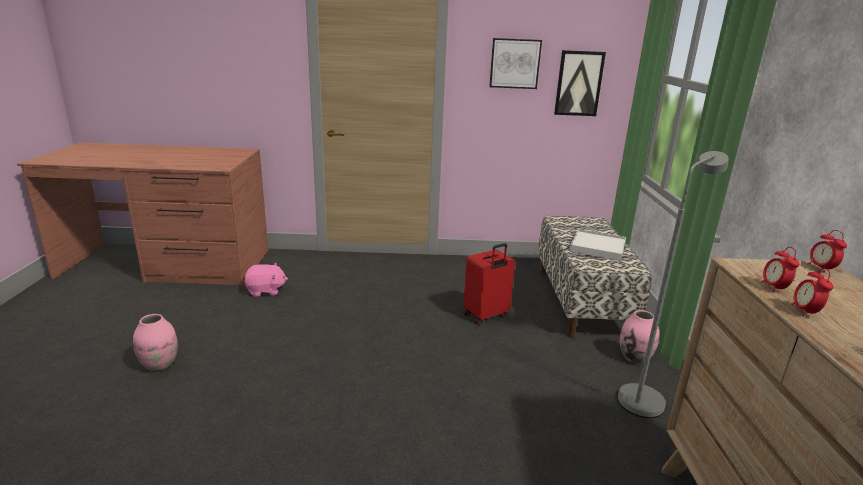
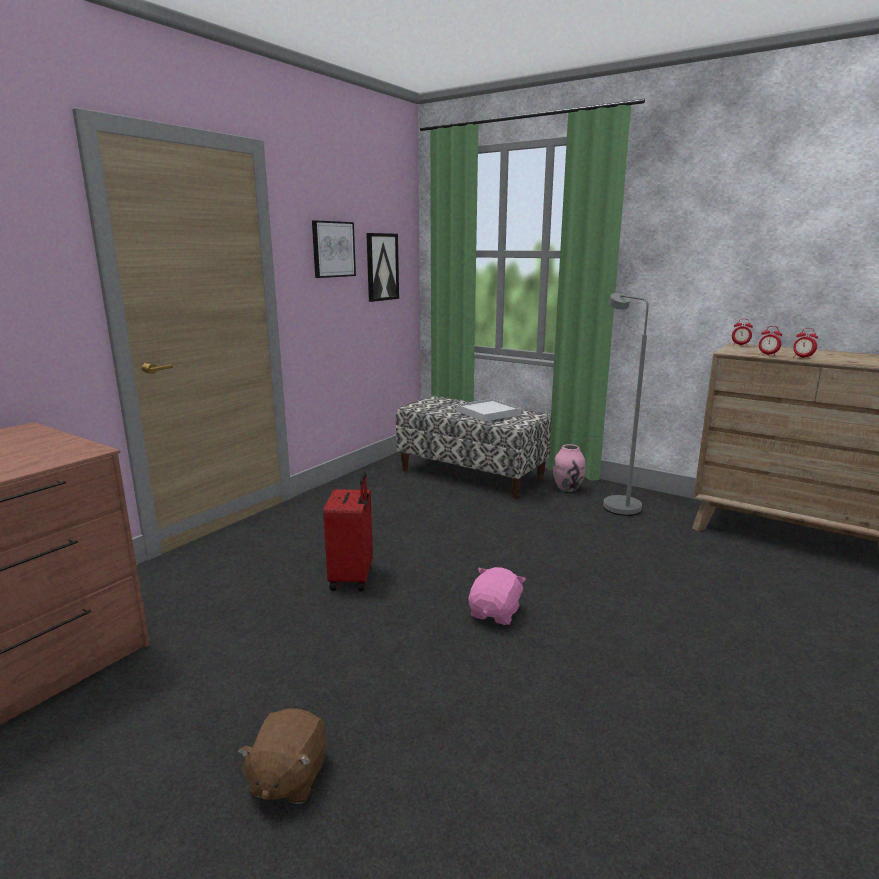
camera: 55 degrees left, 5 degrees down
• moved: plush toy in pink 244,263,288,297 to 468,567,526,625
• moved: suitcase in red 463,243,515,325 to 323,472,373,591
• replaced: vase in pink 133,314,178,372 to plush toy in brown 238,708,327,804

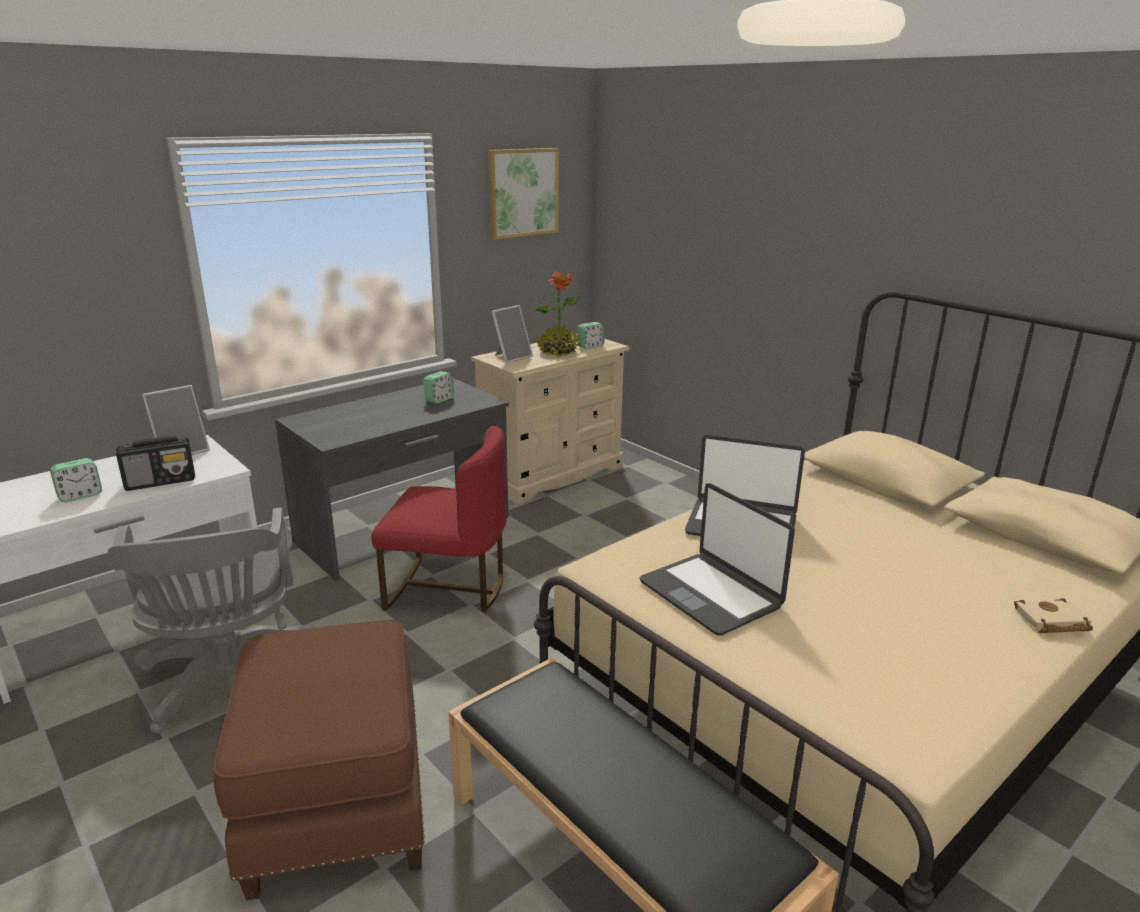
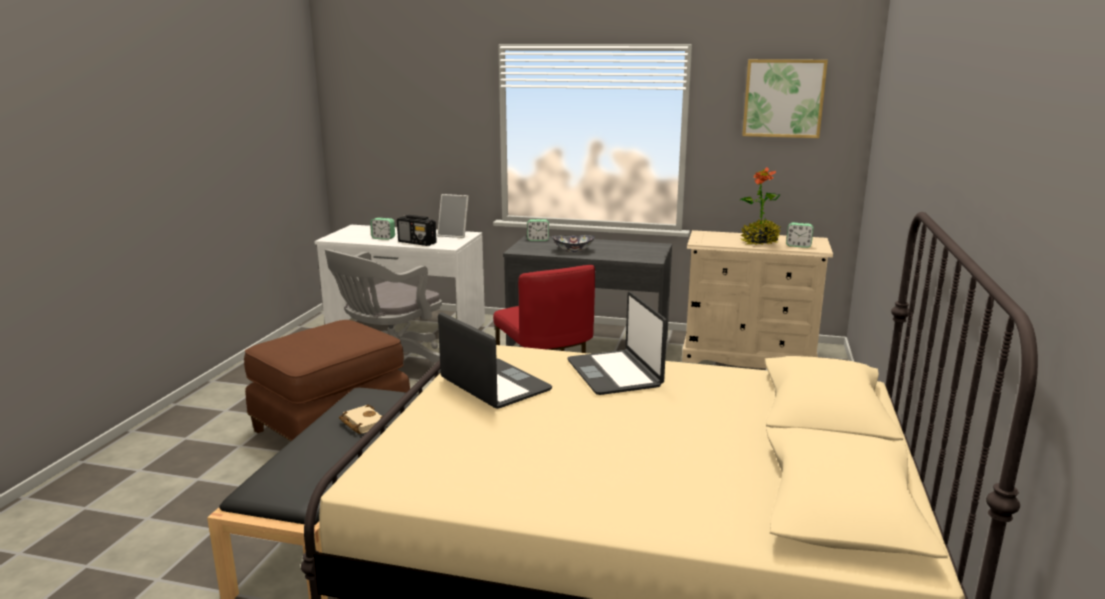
camera: 55 degrees right, 5 degrees down
• removed: picture frame 491,305,533,364
• added: bowl 552,235,595,252
• moved: alarm clock 423,371,454,404 to 527,219,549,241
• moved: book in beige 1014,598,1093,633 to 339,405,388,434
• turned: laptop 639,483,795,635 = 438,312,552,409 120 degrees clockwise

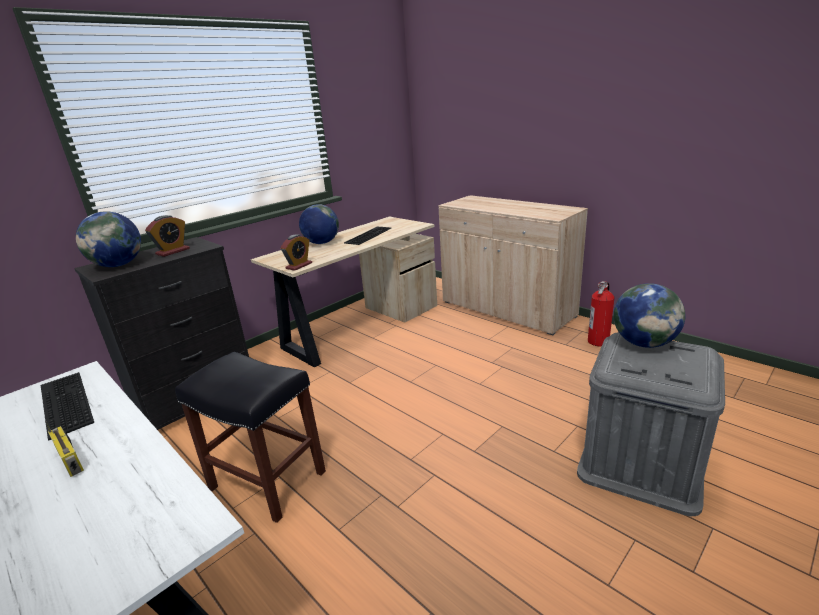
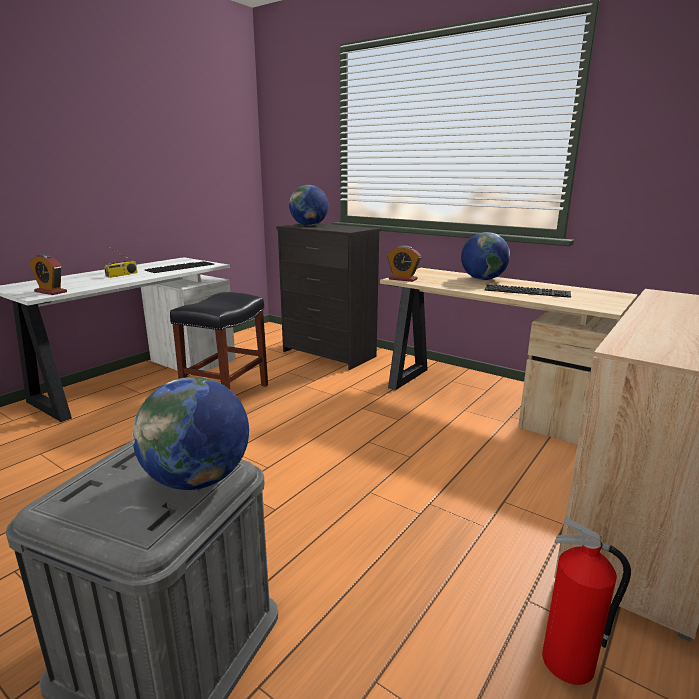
camera: 80 degrees right, 5 degrees down
• moved: alarm clock 145,215,190,257 to 29,254,67,295

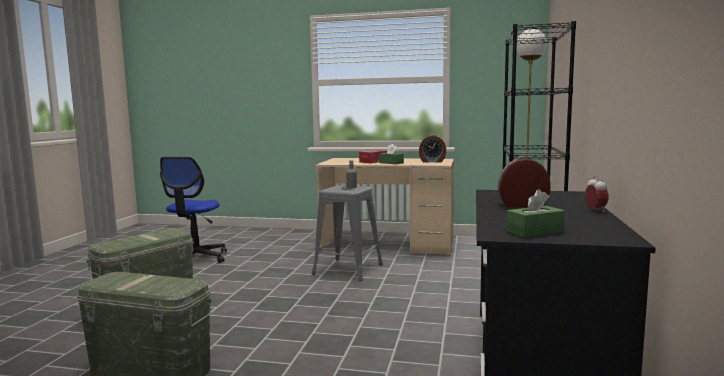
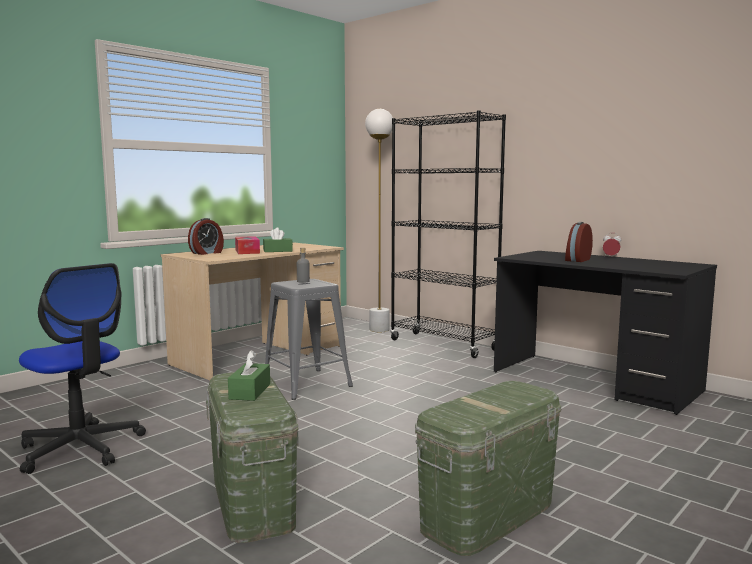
camera: 60 degrees left, 0 degrees up
• moved: alarm clock 419,134,446,163 to 188,218,224,255
• moved: tissue box in green 506,189,565,237 to 228,350,270,401

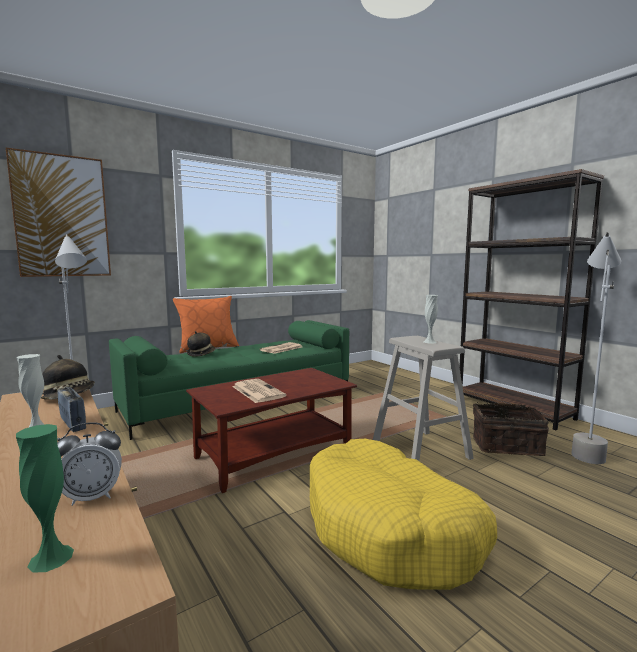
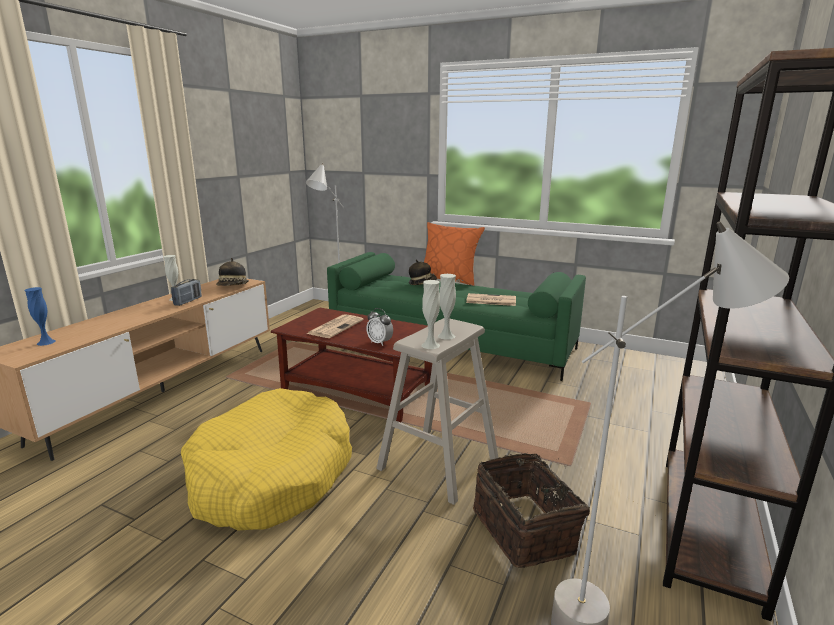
camera: 60 degrees right, 10 degrees up
• removed: picture 6,148,111,277
• added: vase in white 421,280,440,349
• moved: alarm clock 57,422,122,506 to 366,308,393,346
• recoloured: vase in green 16,424,74,573 to vase in blue 24,287,56,346

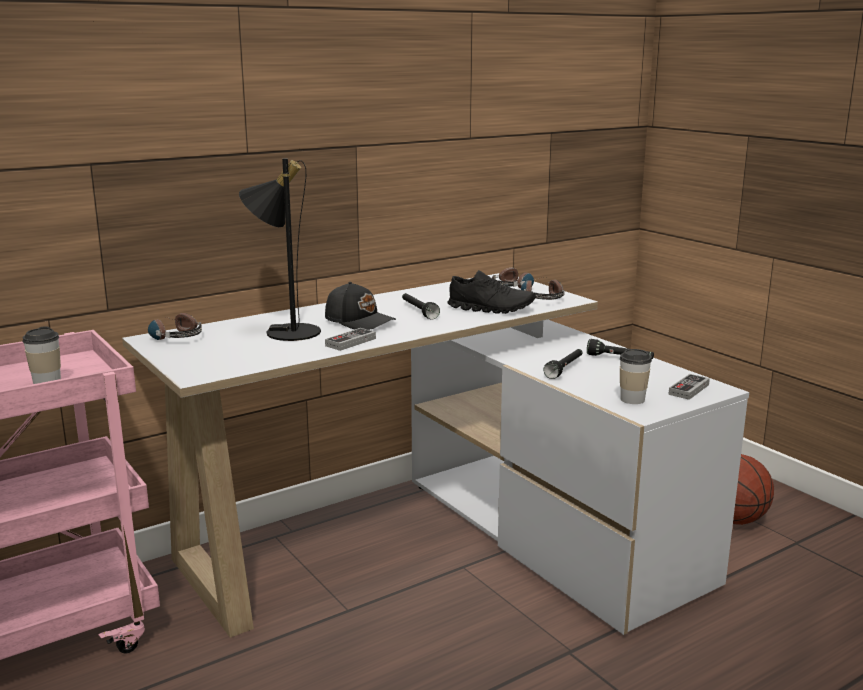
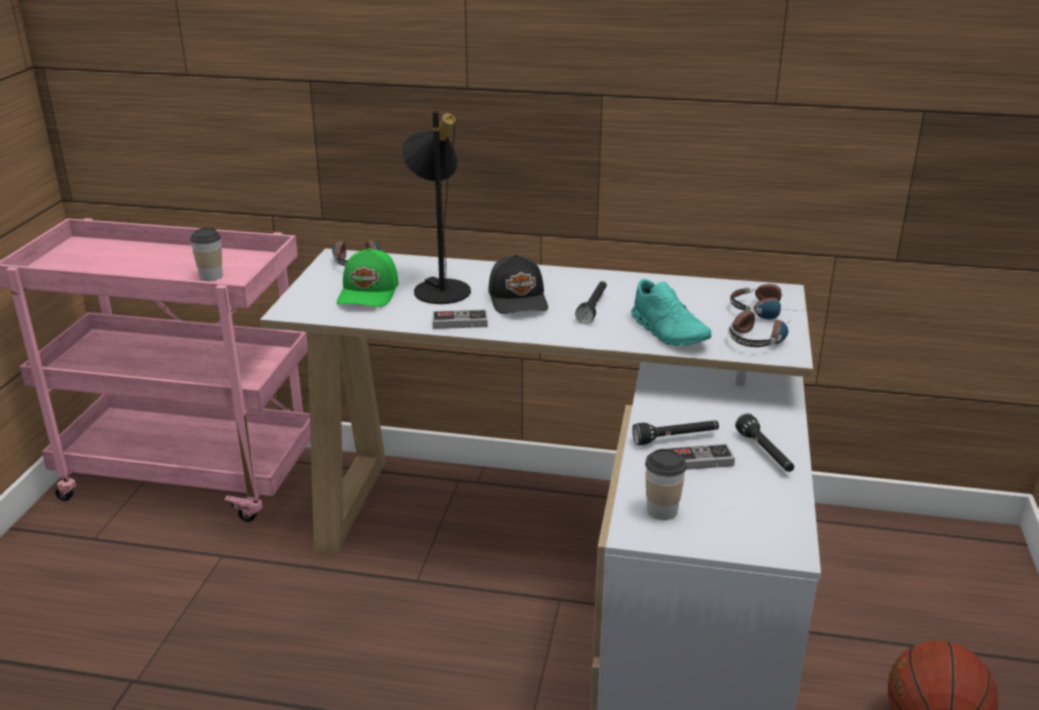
camera: 45 degrees right, 10 degrees up
• added: cap in green 337,248,398,307
• moved: game controller 668,374,710,400 to 667,444,735,470
• recoloured: shoe in black 447,270,535,314 to shoe in turquoise 631,279,712,346

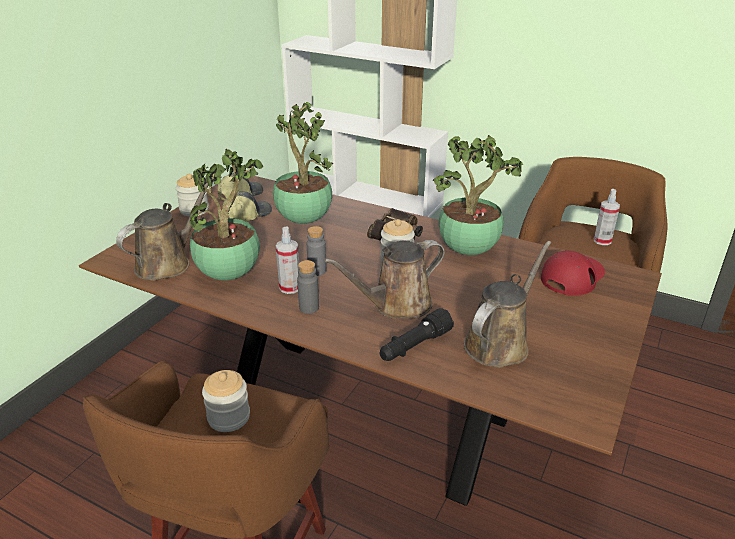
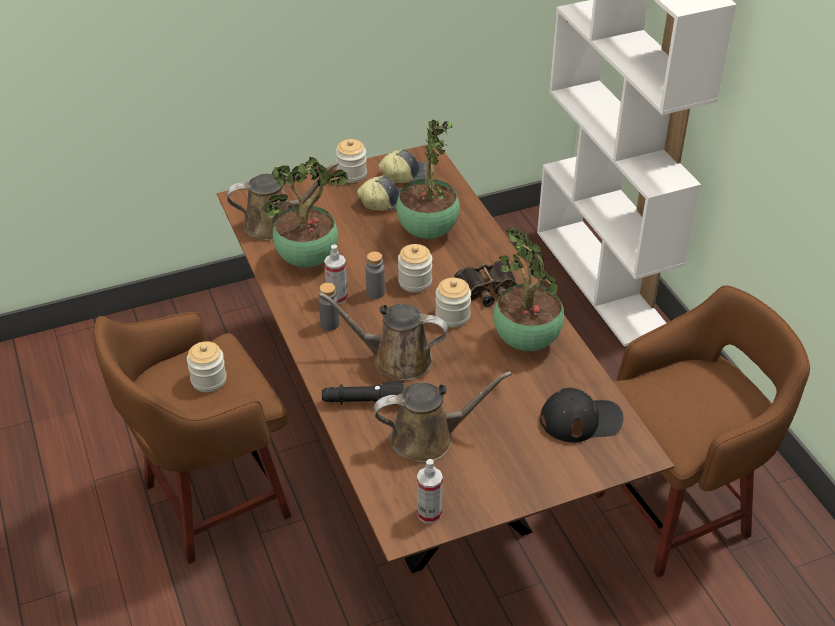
camera: 40 degrees right, 10 degrees up
• added: jar 398,244,432,292
• moved: spray bottle 594,189,620,245 to 417,459,443,524
• recoloured: cap in red 541,250,605,296 to cap in black 540,388,624,443

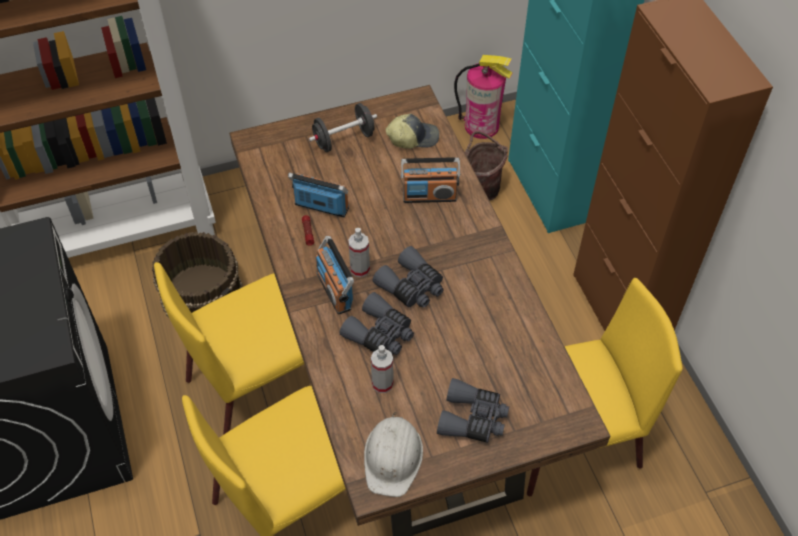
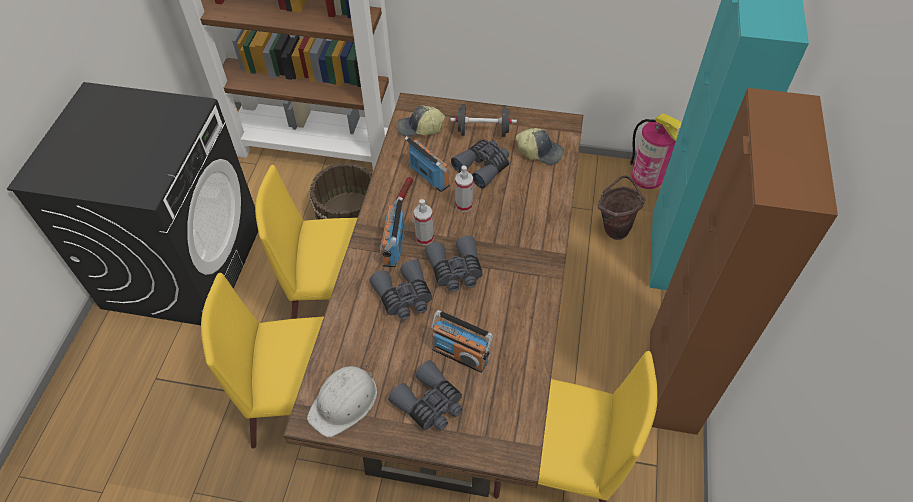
camera: 30 degrees right, 0 degrees up
• added: cap 397,105,445,136
• added: binoculars in grey 451,140,510,189
• moved: spray bottle 371,345,393,393 to 455,166,473,212
• moved: radio 401,157,460,203 to 431,310,493,373

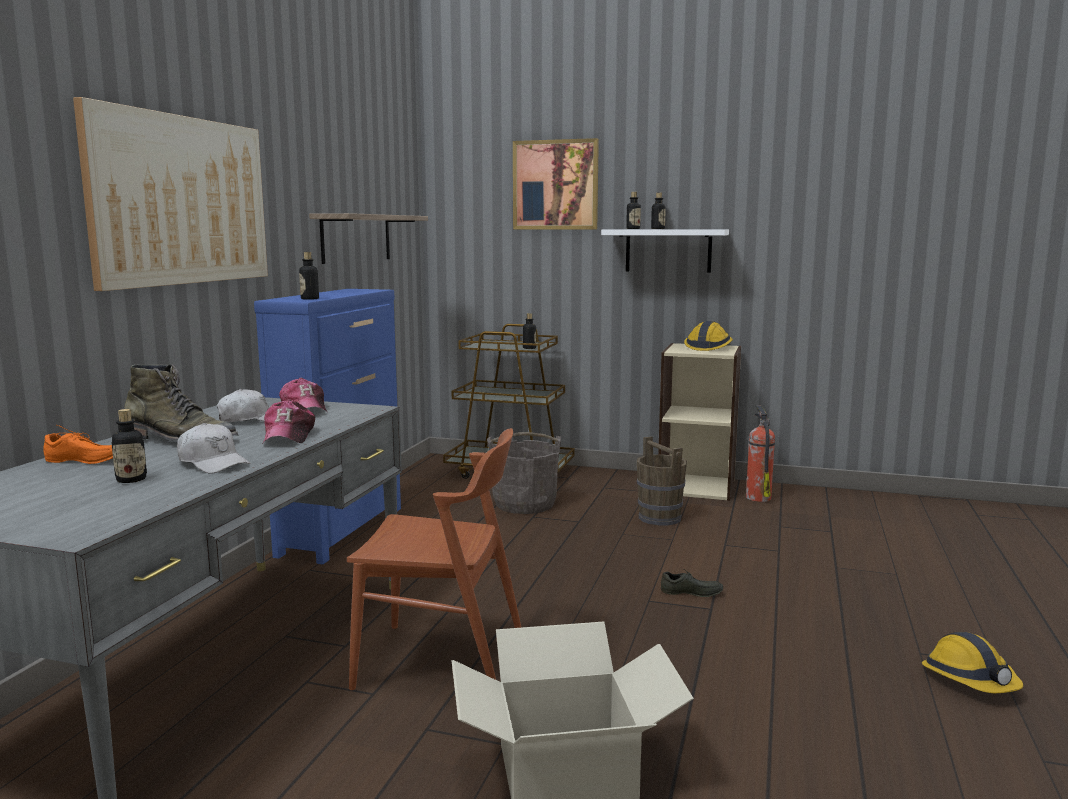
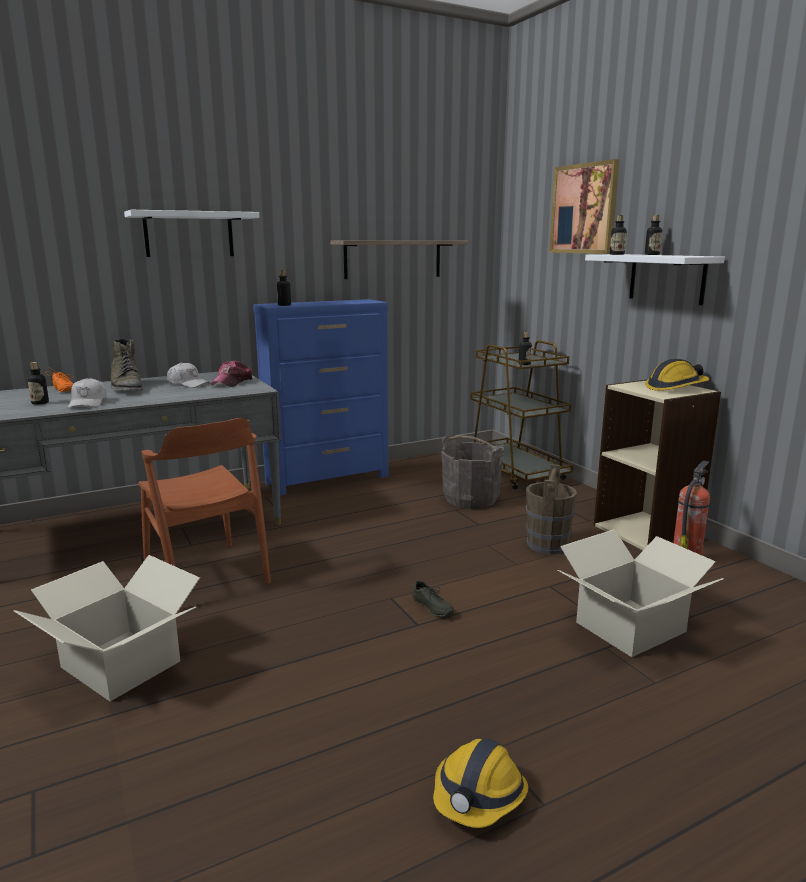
camera: 45 degrees right, 5 degrees up
• removed: cap 263,399,315,443
• added: cardboard box 557,529,724,657
• replaced: picture 73,97,268,291 to shelf in white 124,210,259,257

